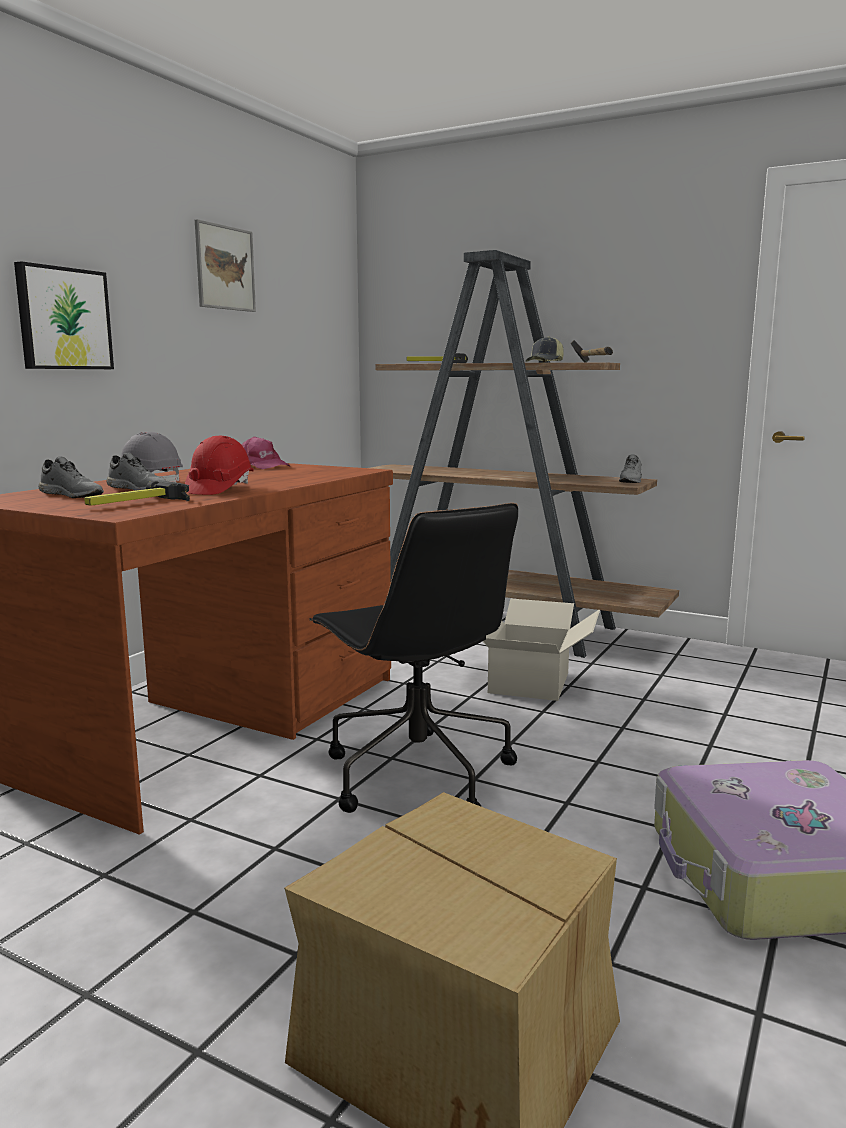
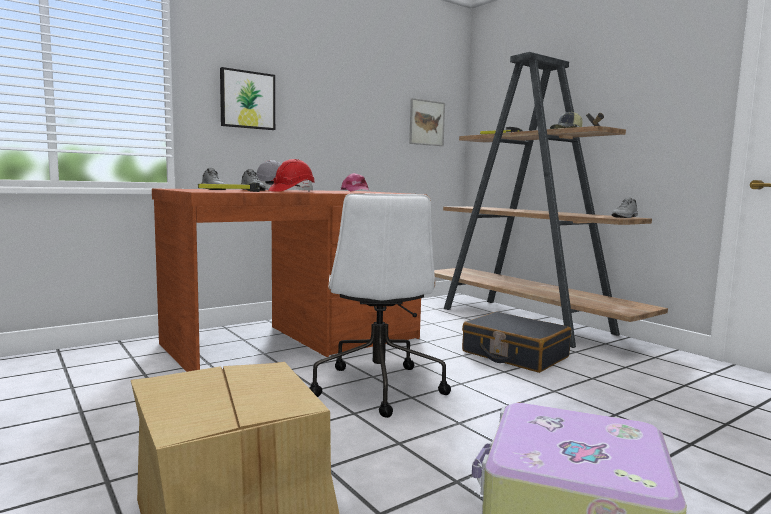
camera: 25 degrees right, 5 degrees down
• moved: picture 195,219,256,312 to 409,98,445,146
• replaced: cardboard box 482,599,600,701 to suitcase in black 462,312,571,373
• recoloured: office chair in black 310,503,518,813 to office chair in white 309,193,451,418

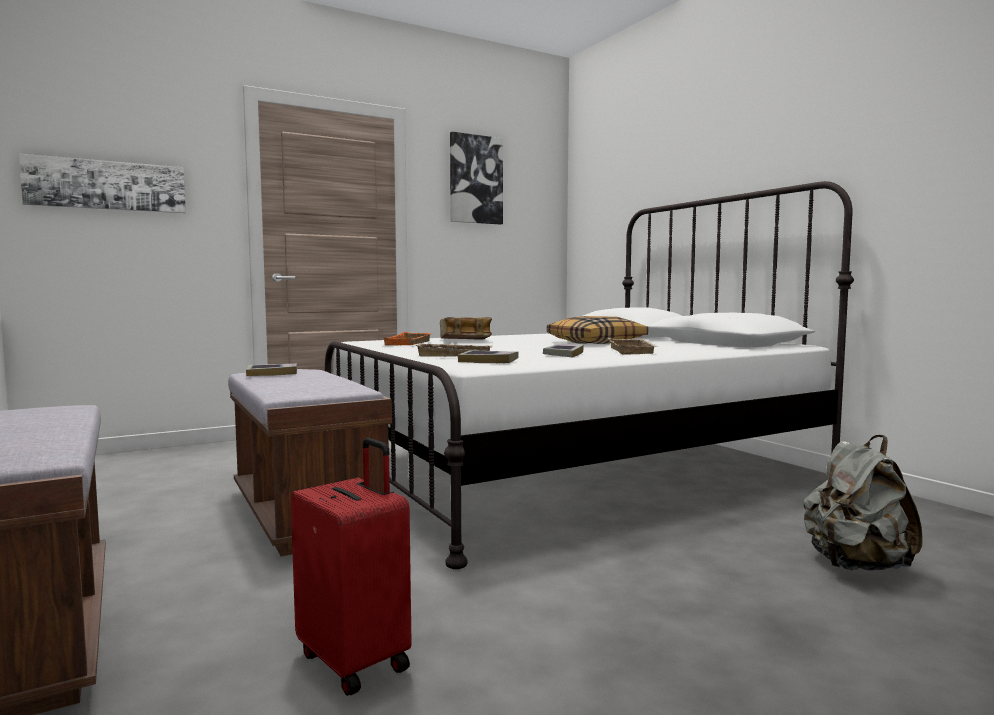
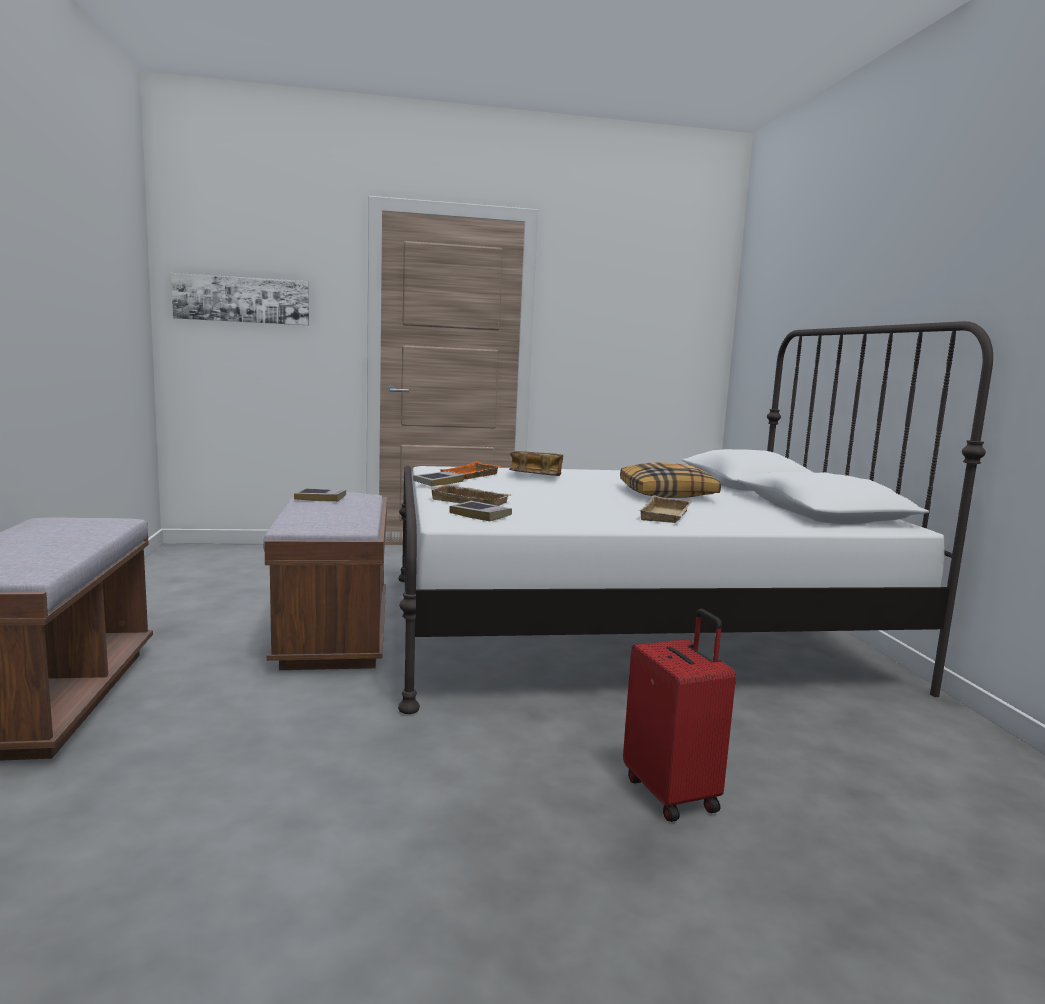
camera: 20 degrees right, 5 degrees up
• removed: picture 450,132,503,224
• removed: backpack in grey 803,435,923,571
• moved: suitcase in red 291,438,412,696 to 623,609,736,822
• moved: book 543,344,584,358 to 413,471,464,486

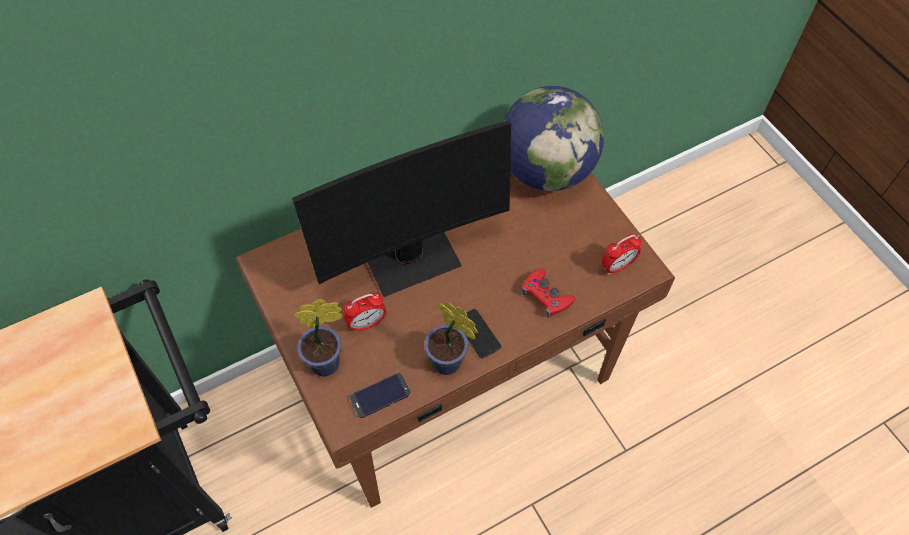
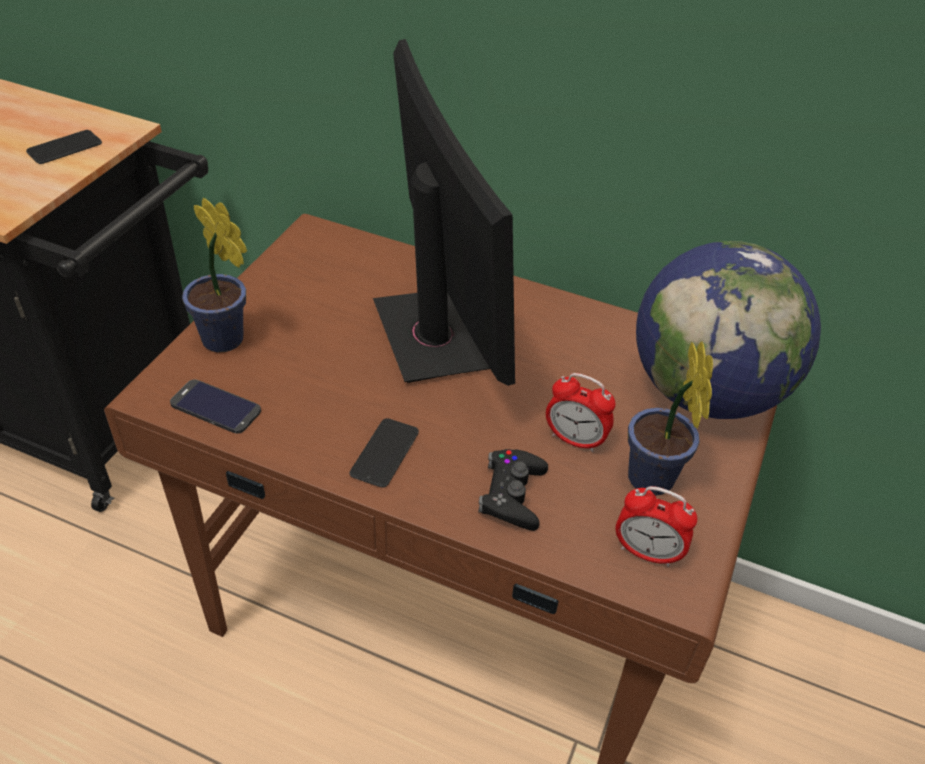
camera: 50 degrees right, 15 degrees down
• added: phone 26,130,102,164
• moved: alarm clock 344,292,386,332 to 546,373,615,452
• moved: potted plant 424,301,478,375 to 628,341,713,496
• recoloured: game controller in red 522,269,575,317 to game controller in black 478,449,548,531
• turned: monitor 292,121,511,297 = 373,39,515,386 135 degrees counterclockwise

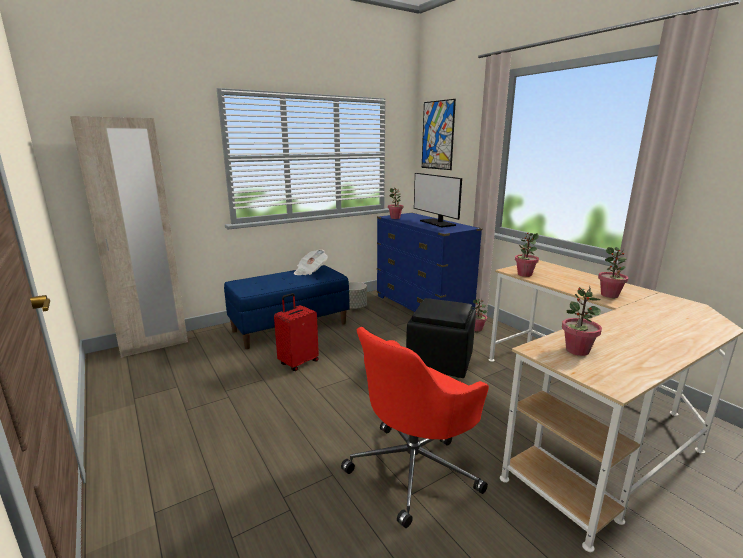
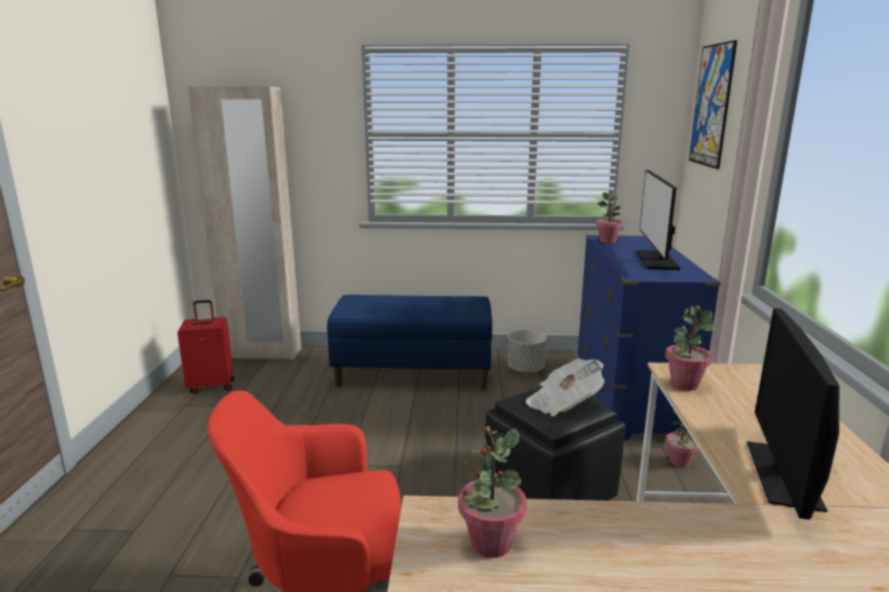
camera: 35 degrees right, 0 degrees up
• moved: suitcase in red 274,293,319,371 to 177,300,235,394
• moved: newspaper 294,249,328,275 to 526,359,604,416
• replaced: potted plant 598,247,628,298 to monitor 747,308,839,520

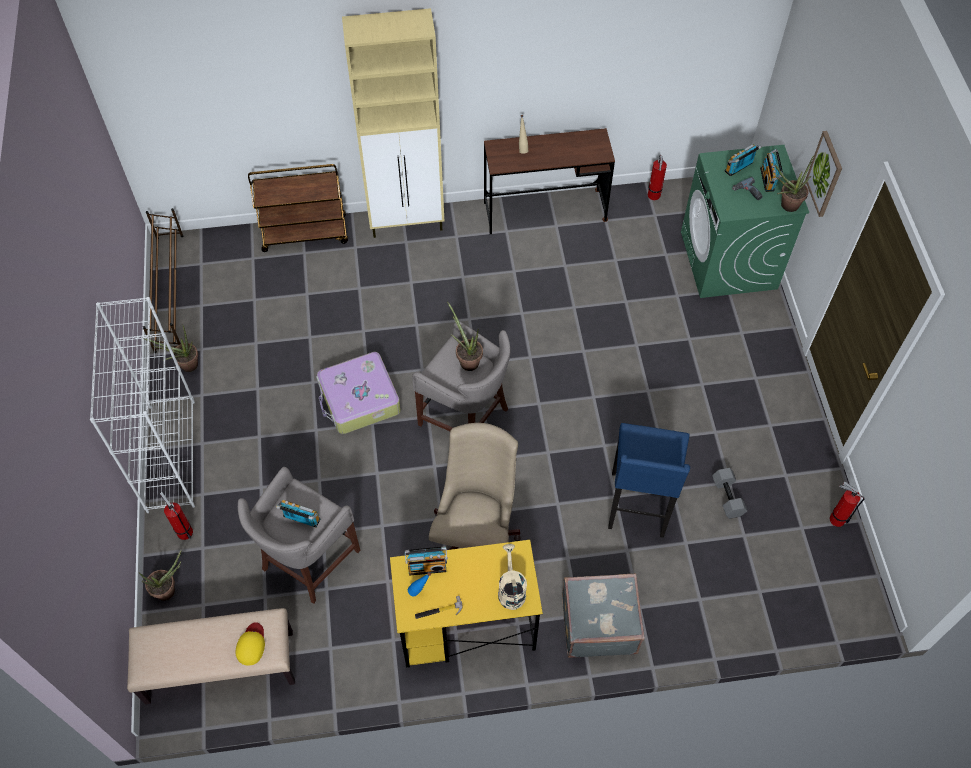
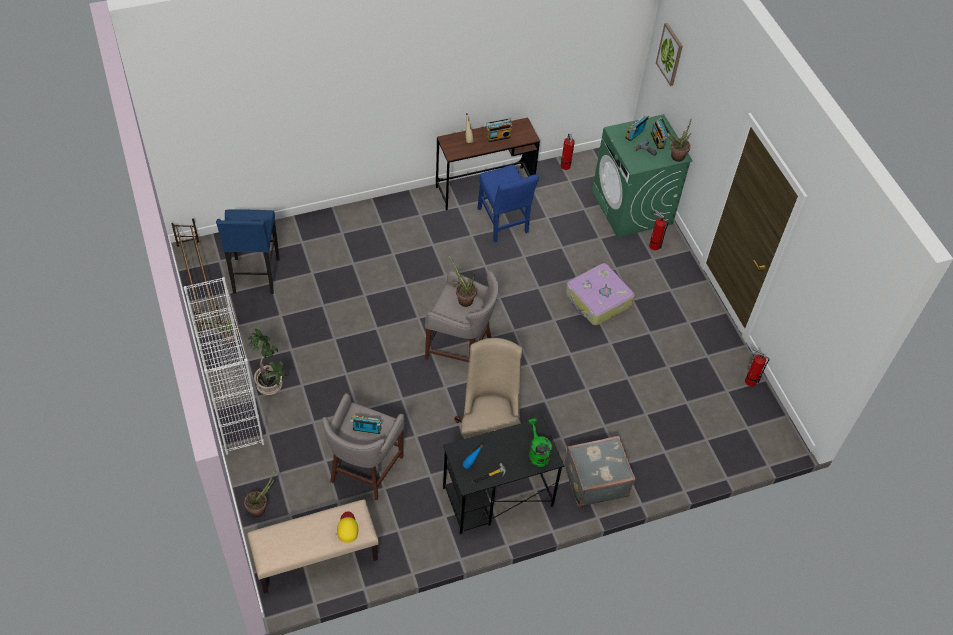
camera: 15 degrees left, 5 degrees down
• removed: cart in brown 248,164,348,252
• removed: cabinet in beige 342,8,444,238
• removed: dumbbell in grey 712,468,747,519
• added: potted plant 249,329,287,395
• added: chair in blue 478,165,539,242
• moved: fire extinguisher 160,492,193,540 to 649,210,668,250
• moved: suitcase 316,352,401,434 to 565,263,635,325
• moved: radio 405,546,448,576 to 486,119,512,142
• moved: stool in blue 608,423,690,538 to 216,209,280,294
• moved: picture 805,131,842,217 to 656,23,683,86
• recoloured: desk in yellow 390,540,543,668 to desk in black 443,417,564,534
• recoloured: watering can in beige 498,544,527,610 to watering can in green 529,418,552,467

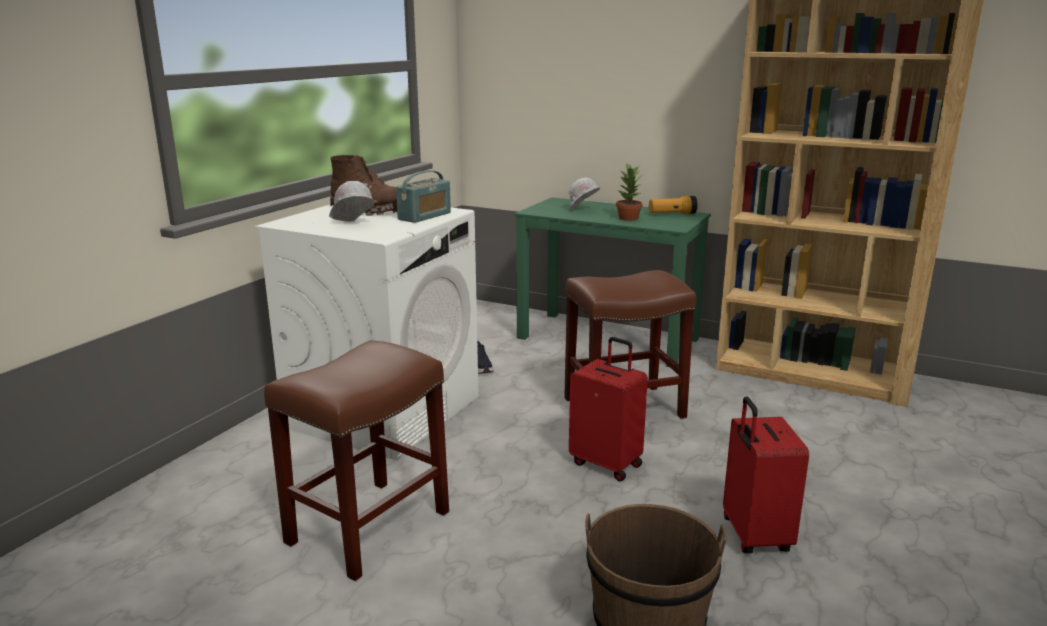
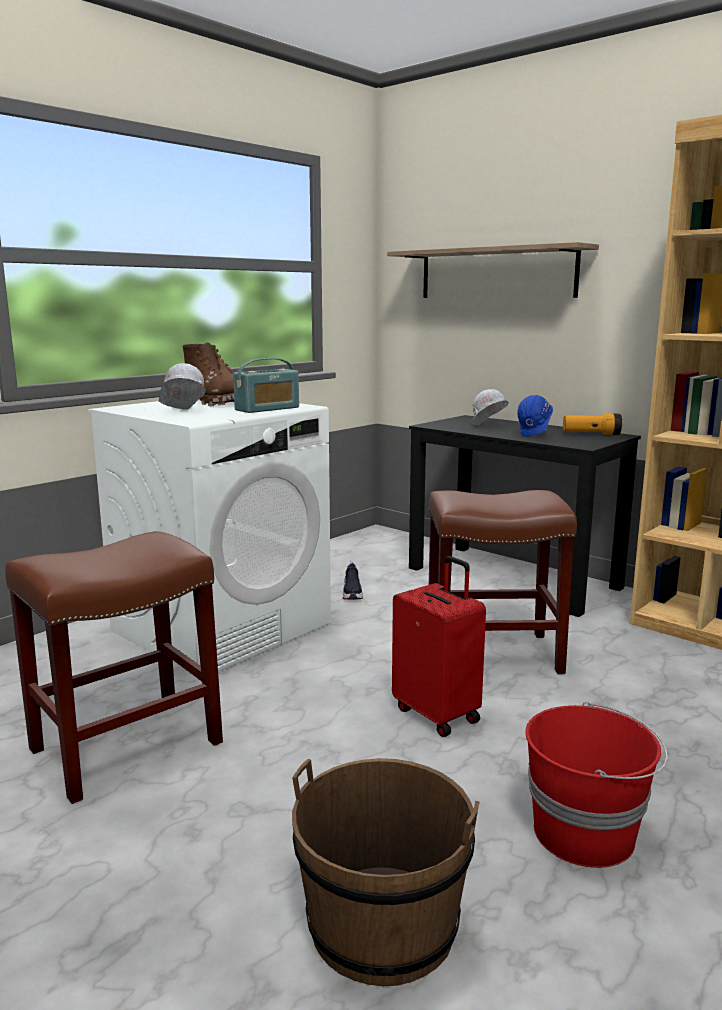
camera: 15 degrees right, 5 degrees down
• added: shelf 387,242,599,298
• replaced: potted plant 616,164,643,221 to hard hat in blue 517,395,553,437
• replaced: suitcase in red 723,396,809,553 to bucket in red 526,702,668,868
• recoloured: desk in green 514,197,711,367 to desk in black 409,415,641,617

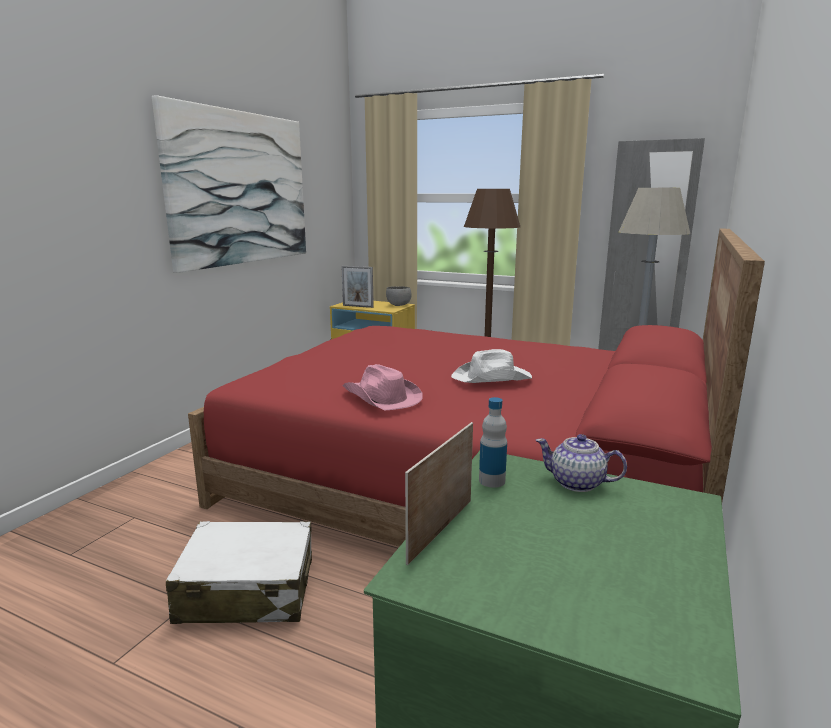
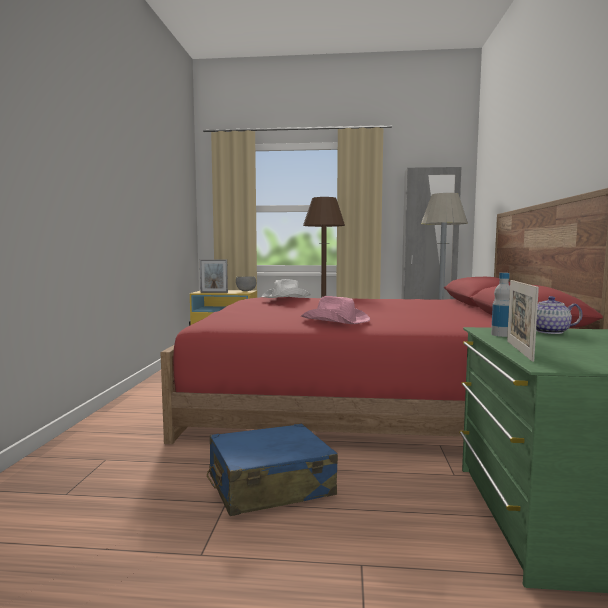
camera: 20 degrees left, 10 degrees down
• removed: picture 152,95,306,273
• moved: hat in white 451,349,532,383 to 261,279,311,298
• recoloured: suitcase in white 166,521,312,624 to suitcase in blue 207,424,338,516

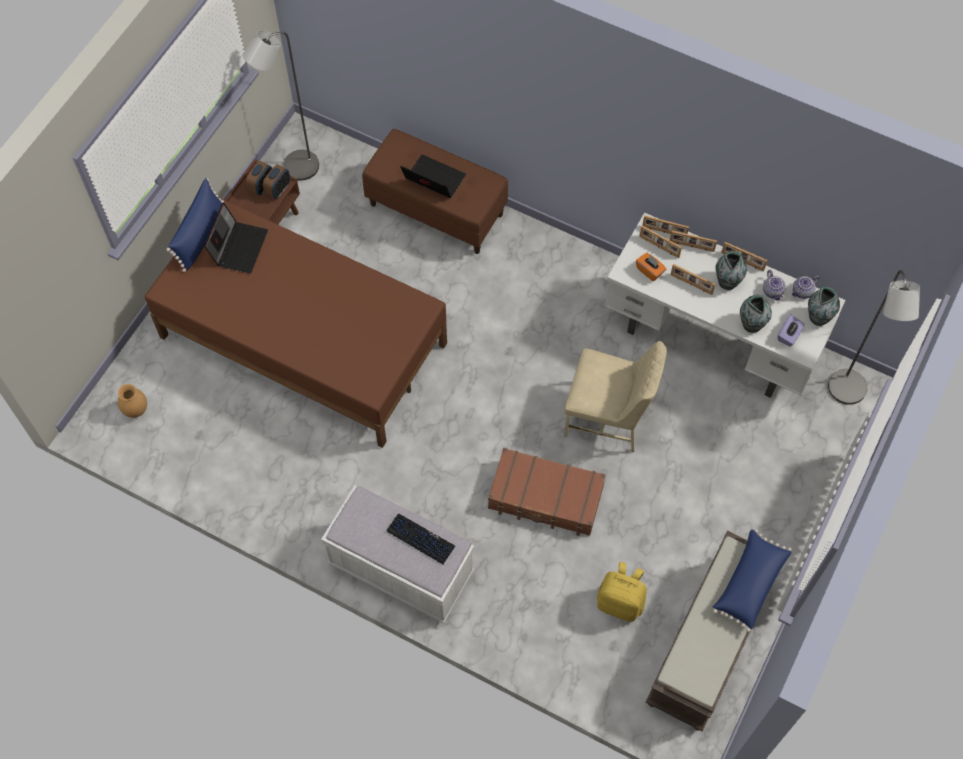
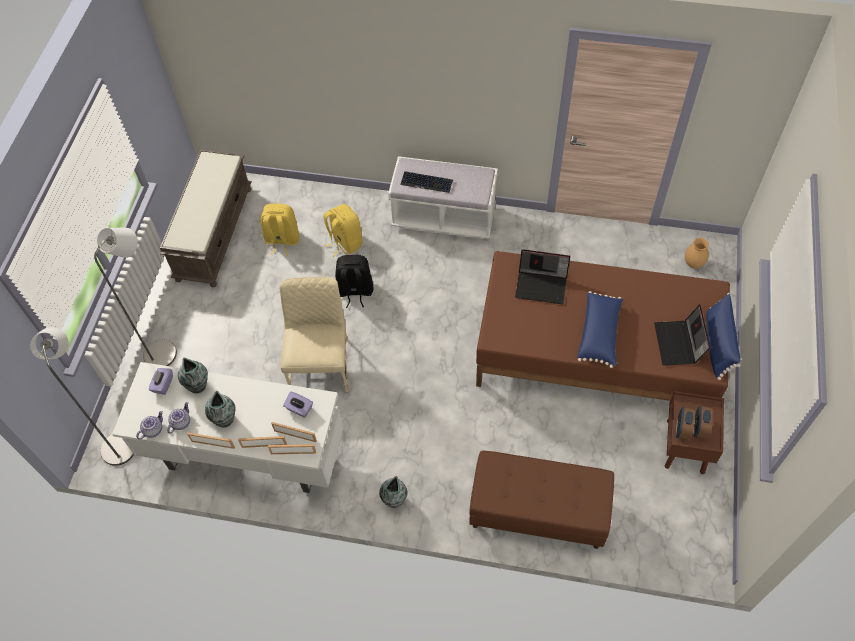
camera: 165 degrees right, 5 degrees down
• removed: picture frame 671,264,715,295
• added: backpack in yellow 324,204,362,257
• moved: floor lamp in grey 243,30,319,181 to 94,228,177,366
• moved: laptop 400,154,466,198 to 515,249,570,304
• moved: pillow in blue 713,529,792,632 to 577,291,623,368
• moved: vase 808,287,840,326 to 379,476,407,508
• replaced: suitcase in brown 488,448,606,536 to backpack in black 335,255,373,308
• recoloured: tissue box in orange 636,253,666,281 to tissue box in purple 283,392,313,418
• turned: chair in beige 564,341,667,452 = 280,277,349,392 90 degrees clockwise
• turned: teapot 763,270,786,301 = 167,402,190,434 60 degrees clockwise

